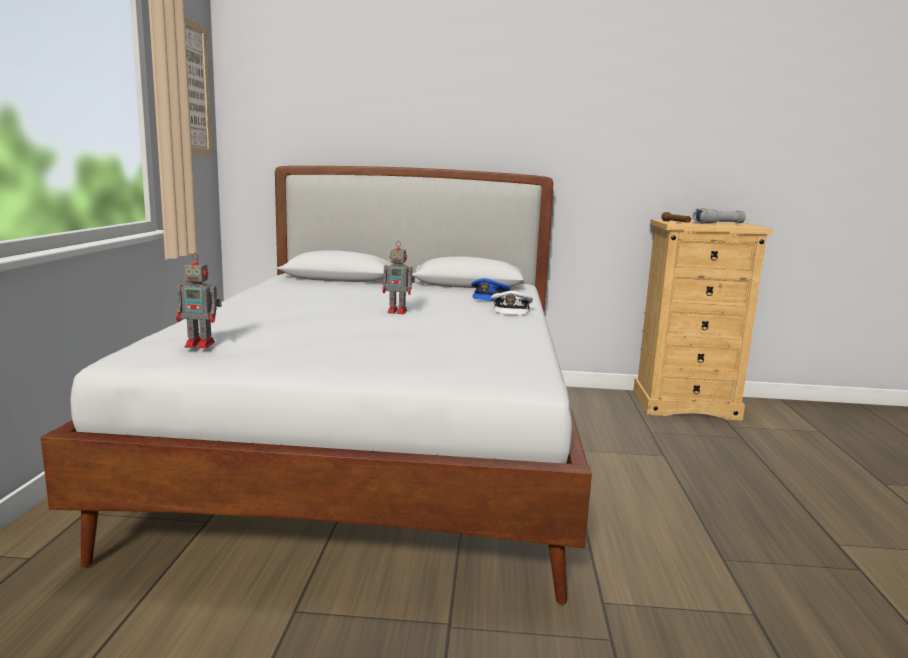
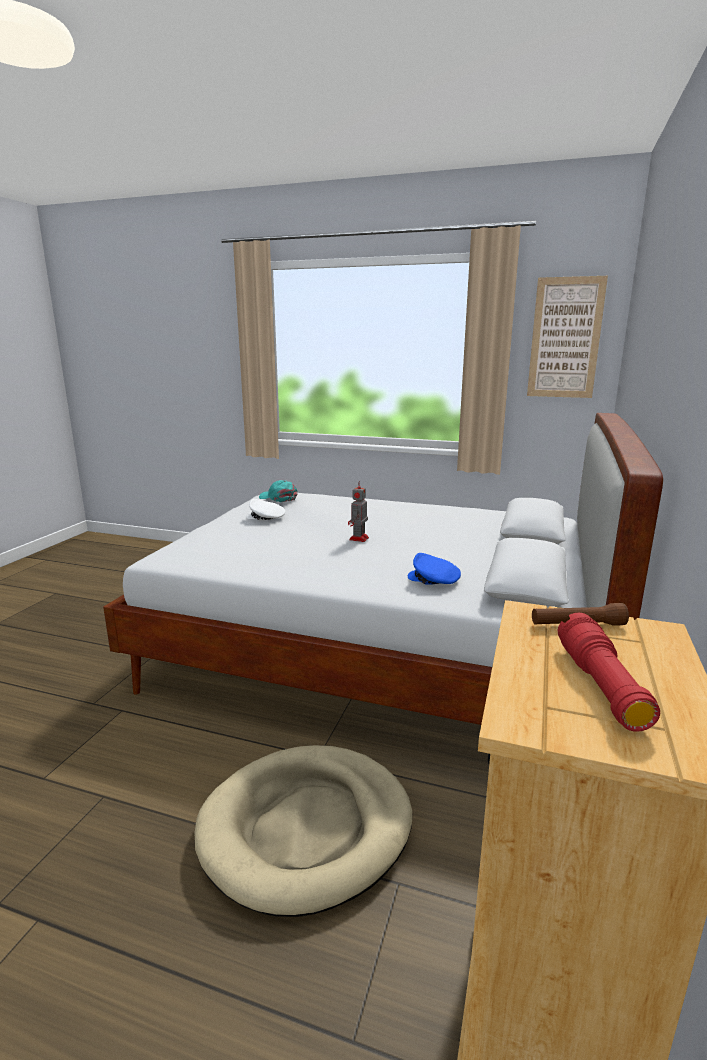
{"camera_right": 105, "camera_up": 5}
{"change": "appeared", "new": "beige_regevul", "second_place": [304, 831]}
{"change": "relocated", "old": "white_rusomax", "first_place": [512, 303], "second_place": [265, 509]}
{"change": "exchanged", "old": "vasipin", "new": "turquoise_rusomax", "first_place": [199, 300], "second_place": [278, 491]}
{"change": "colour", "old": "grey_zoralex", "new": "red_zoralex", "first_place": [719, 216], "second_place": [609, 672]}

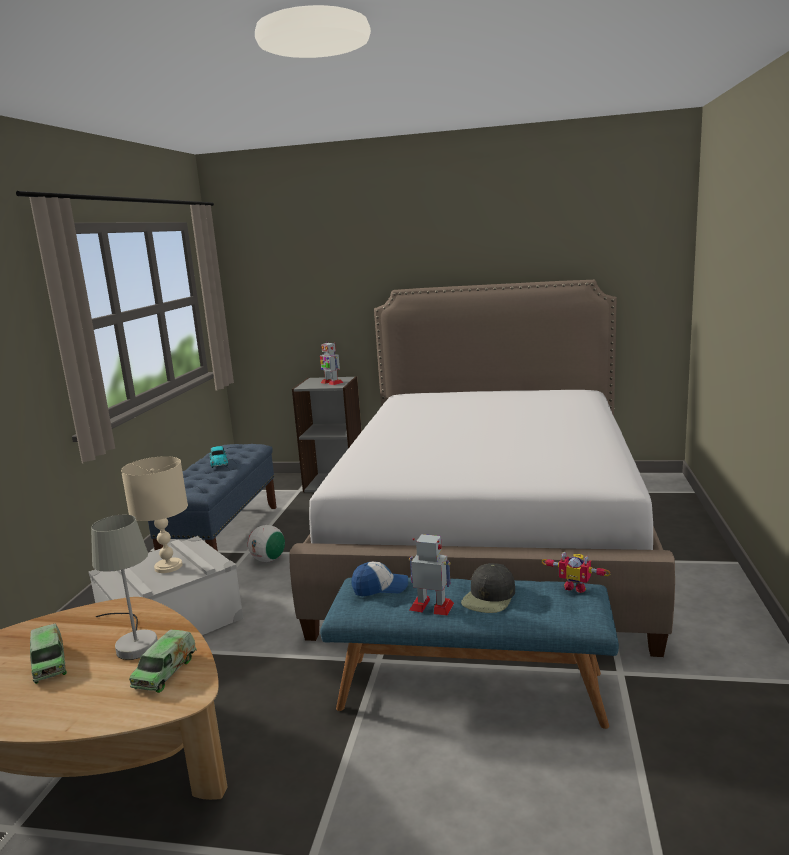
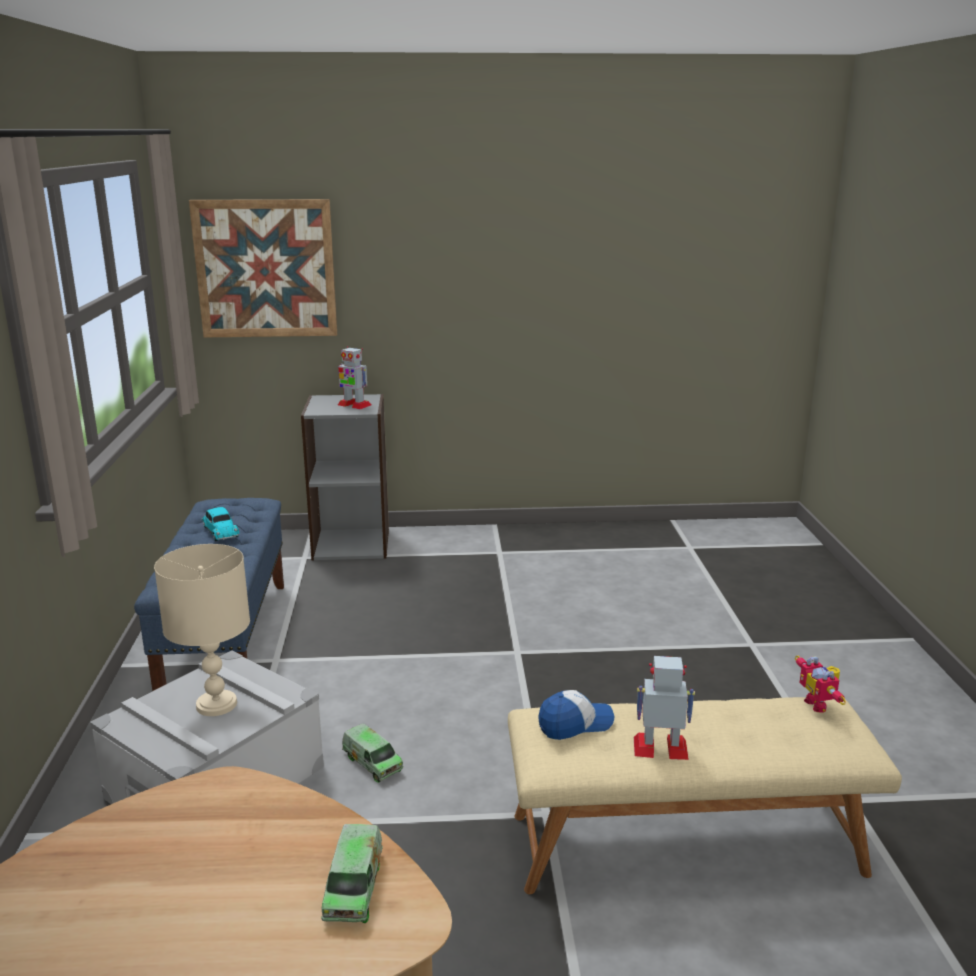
{"camera_right": -15, "camera_up": 5}
{"change": "missing", "old": "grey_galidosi", "first_place": [124, 587]}
{"change": "missing", "old": "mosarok", "first_place": [266, 543]}
{"change": "missing", "old": "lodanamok", "first_place": [482, 468]}
{"change": "missing", "old": "black_rusomax", "first_place": [488, 588]}
{"change": "appeared", "new": "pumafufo", "second_place": [263, 268]}
{"change": "relocated", "old": "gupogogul", "first_place": [48, 654], "second_place": [372, 753]}
{"change": "colour", "old": "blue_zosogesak", "new": "beige_zosogesak", "first_place": [469, 653], "second_place": [705, 795]}
{"change": "spun", "old": "vasipin", "first_place": [576, 572], "second_place": [820, 684], "degrees": 60}

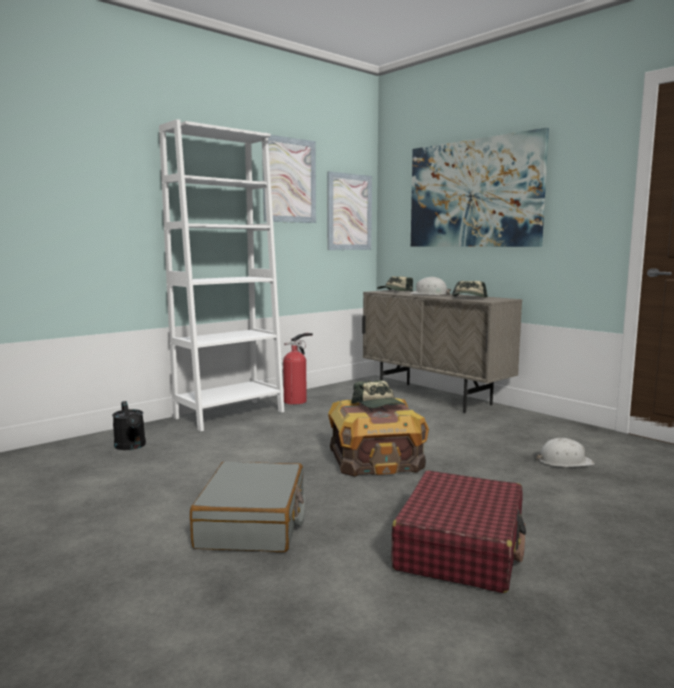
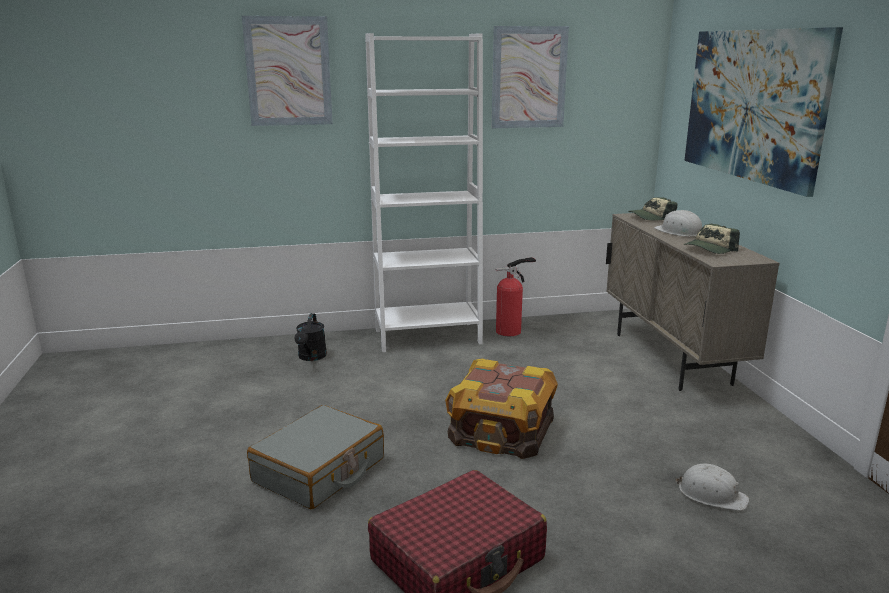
{"camera_right": 30, "camera_up": 10}
{"change": "missing", "old": "rusomax", "first_place": [378, 394]}
{"change": "relocated", "old": "pumafufo", "first_place": [349, 210], "second_place": [287, 71]}

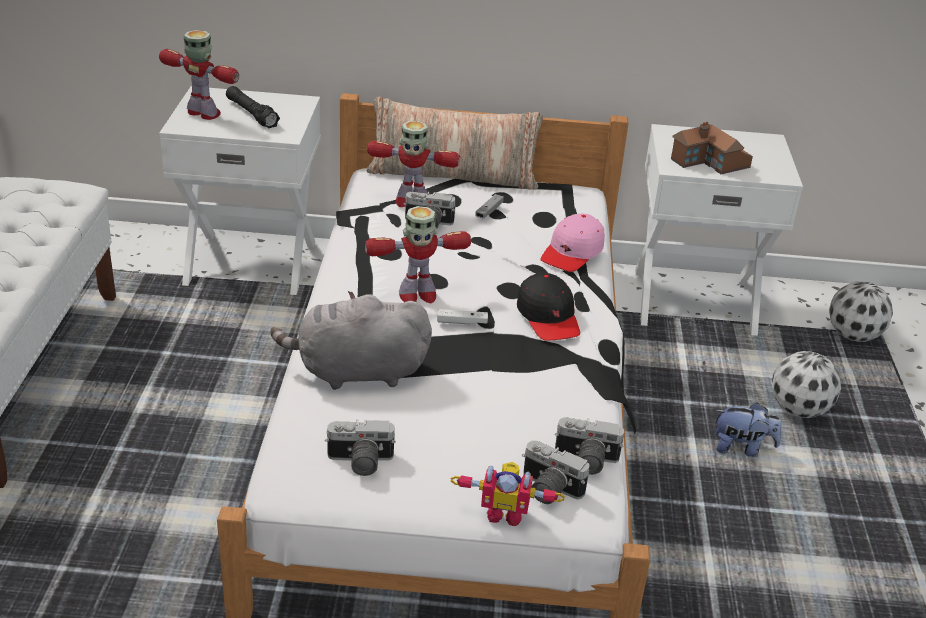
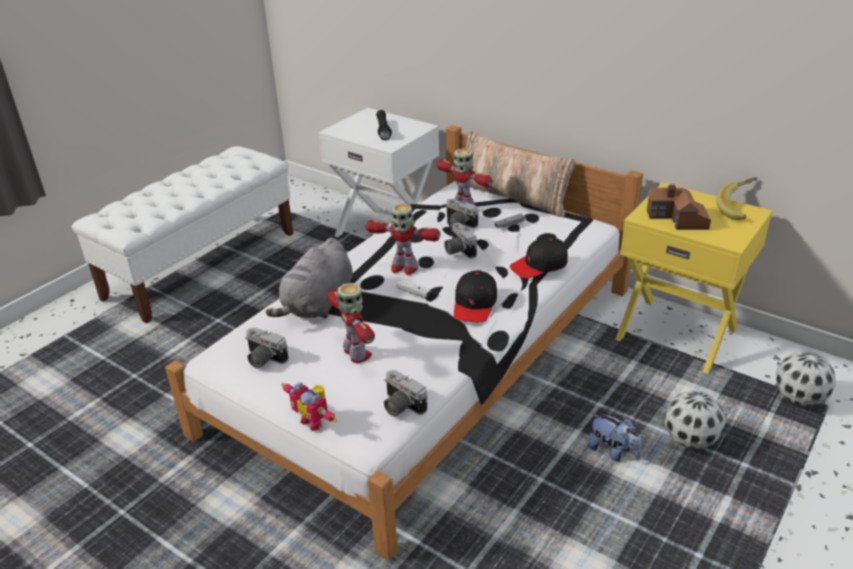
{"camera_right": 35, "camera_up": 0}
{"change": "appeared", "new": "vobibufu", "second_place": [737, 198]}
{"change": "relocated", "old": "vasipin", "first_place": [199, 75], "second_place": [351, 323]}
{"change": "relocated", "old": "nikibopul", "first_place": [555, 472], "second_place": [460, 240]}
{"change": "colour", "old": "pink_rusomax", "new": "black_rusomax", "first_place": [572, 243], "second_place": [539, 258]}
{"change": "colour", "old": "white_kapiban", "new": "yellow_kapiban", "first_place": [719, 230], "second_place": [694, 278]}
{"change": "spun", "old": "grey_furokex", "first_place": [351, 340], "second_place": [309, 278], "degrees": -90}

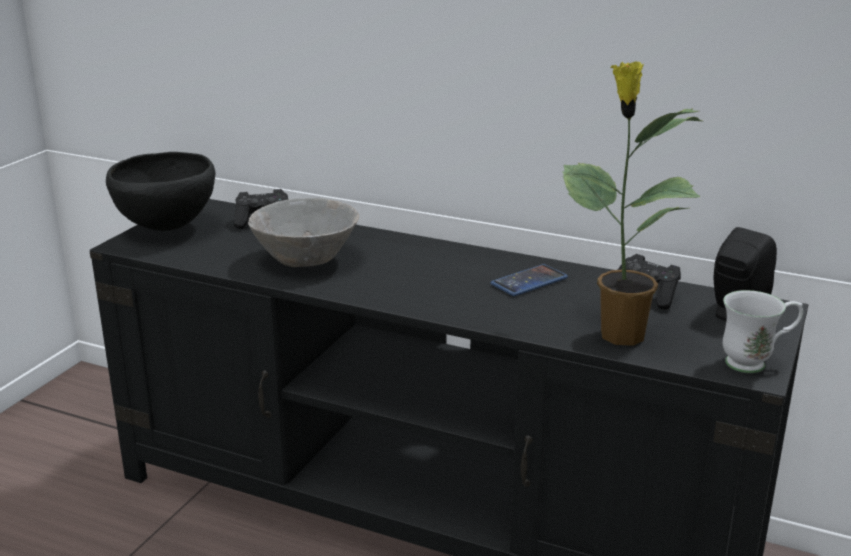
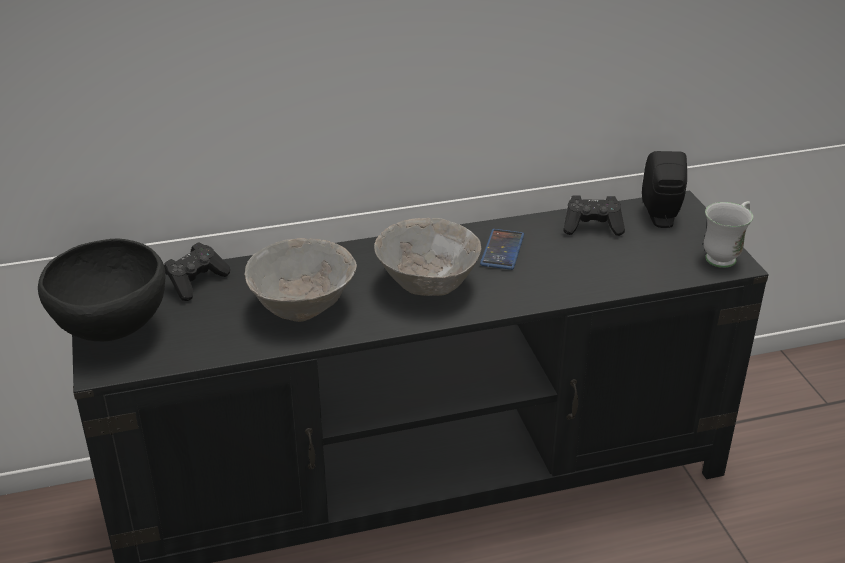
{"camera_right": -40, "camera_up": 10}
{"change": "missing", "old": "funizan", "first_place": [632, 204]}
{"change": "appeared", "new": "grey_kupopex", "second_place": [427, 257]}

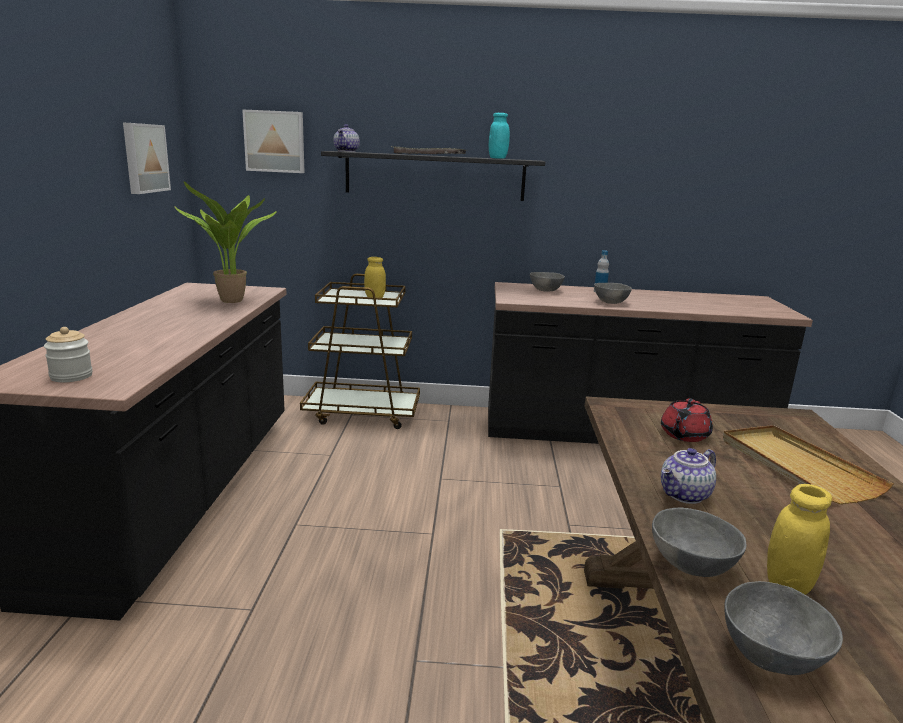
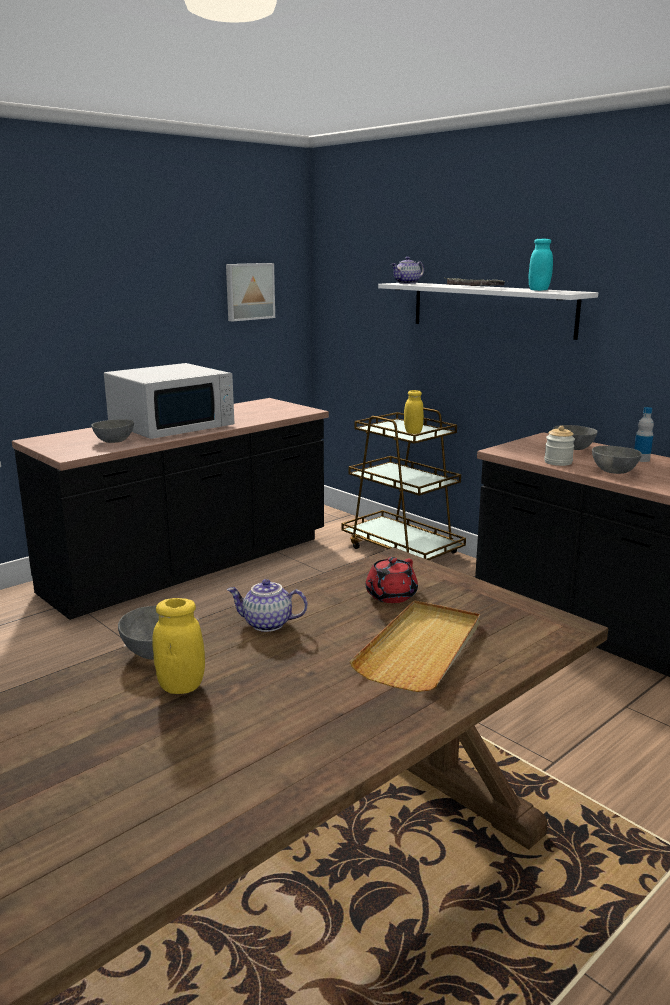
{"camera_right": 45, "camera_up": 0}
{"change": "missing", "old": "funizan", "first_place": [225, 242]}
{"change": "missing", "old": "pumafufo", "first_place": [273, 141]}
{"change": "appeared", "new": "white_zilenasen", "second_place": [169, 401]}
{"change": "relocated", "old": "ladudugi", "first_place": [68, 354], "second_place": [559, 446]}
{"change": "relocated", "old": "grey_kupopex", "first_place": [783, 628], "second_place": [112, 431]}
{"change": "colour", "old": "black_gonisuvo", "new": "white_gonisuvo", "first_place": [433, 176], "second_place": [488, 311]}
{"change": "spun", "old": "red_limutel", "first_place": [687, 420], "second_place": [392, 580], "degrees": -45}

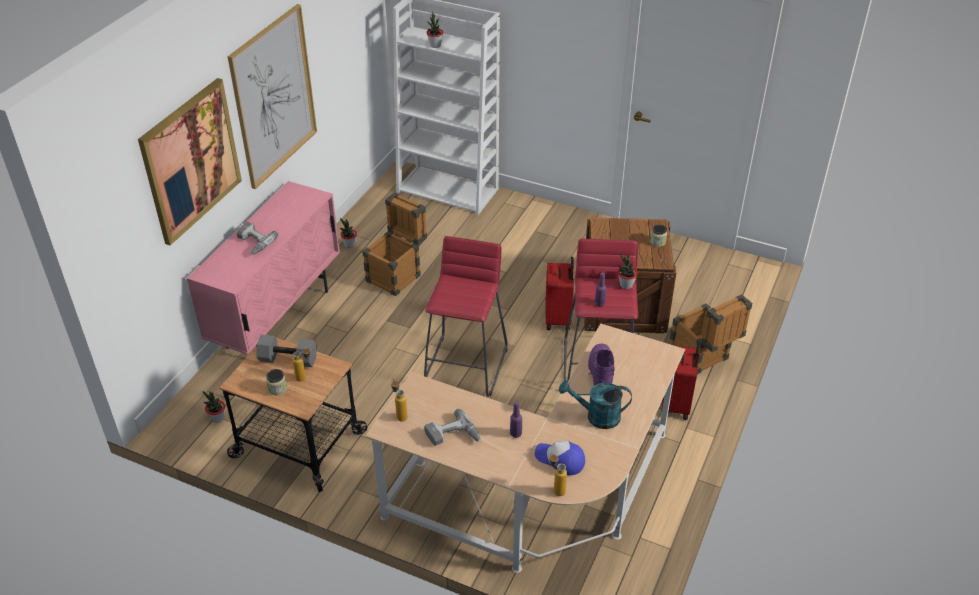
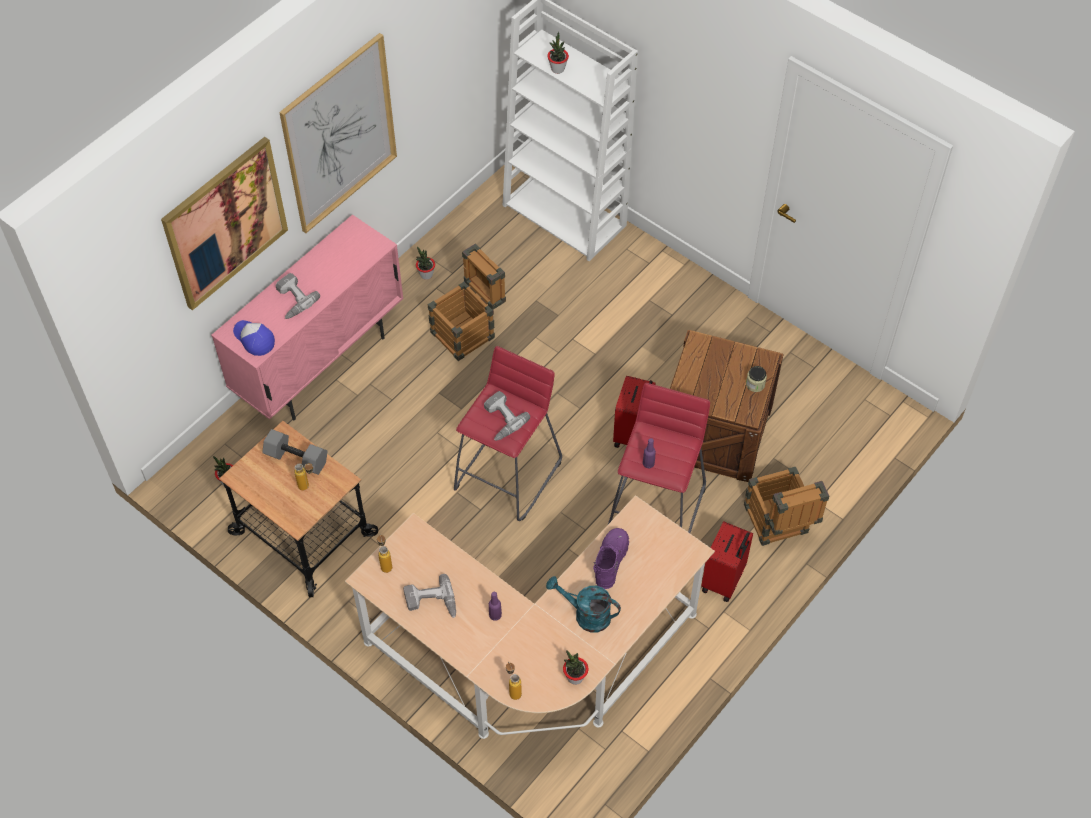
{"camera_right": 15, "camera_up": 15}
{"change": "missing", "old": "ladudugi", "first_place": [276, 382]}
{"change": "appeared", "new": "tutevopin", "second_place": [507, 416]}
{"change": "relocated", "old": "rusomax", "first_place": [560, 458], "second_place": [254, 338]}
{"change": "relocated", "old": "funizan", "first_place": [628, 271], "second_place": [575, 667]}

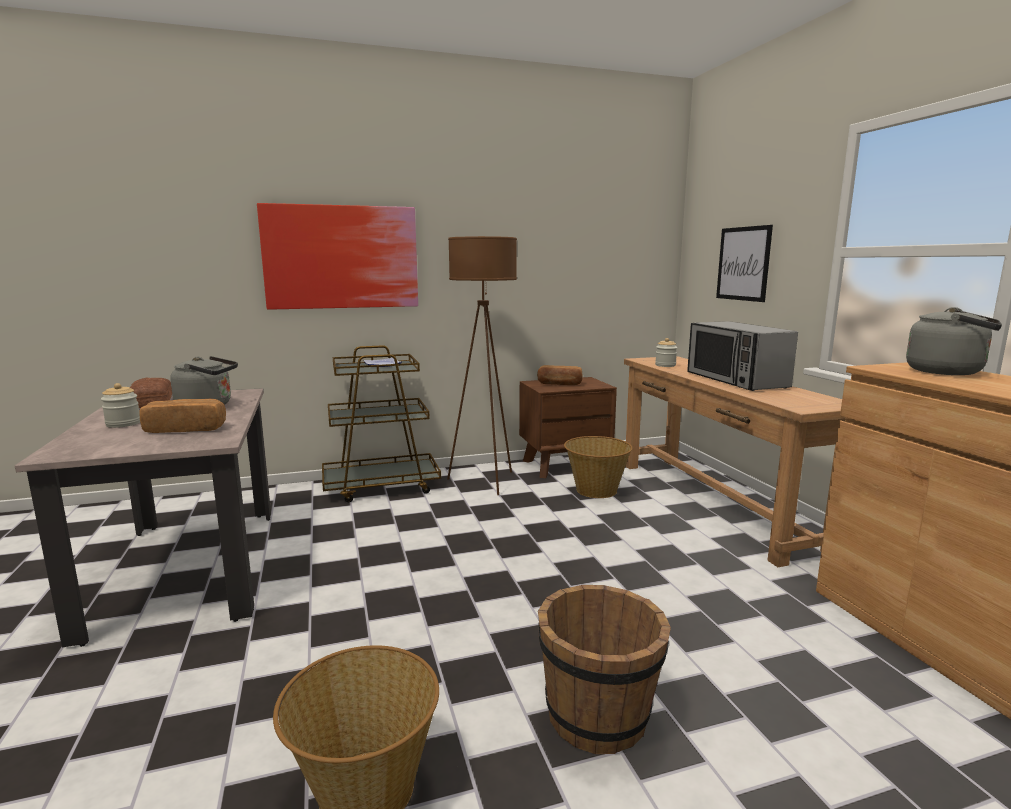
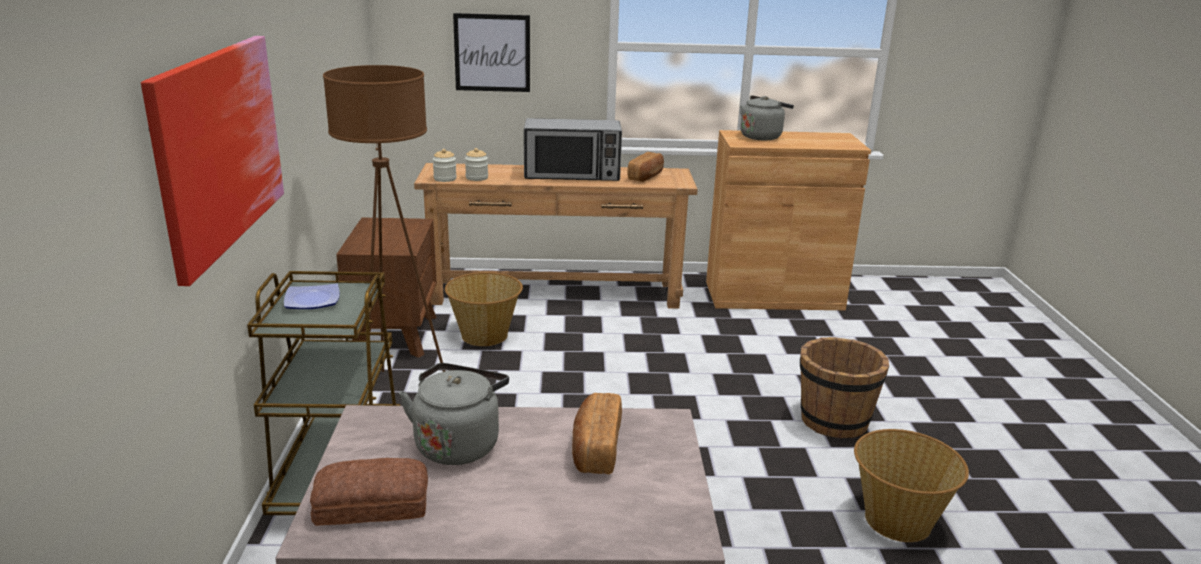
{"camera_right": -75, "camera_up": 10}
{"change": "relocated", "old": "ladudugi", "first_place": [120, 405], "second_place": [445, 165]}
{"change": "relocated", "old": "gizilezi", "first_place": [560, 375], "second_place": [646, 167]}

